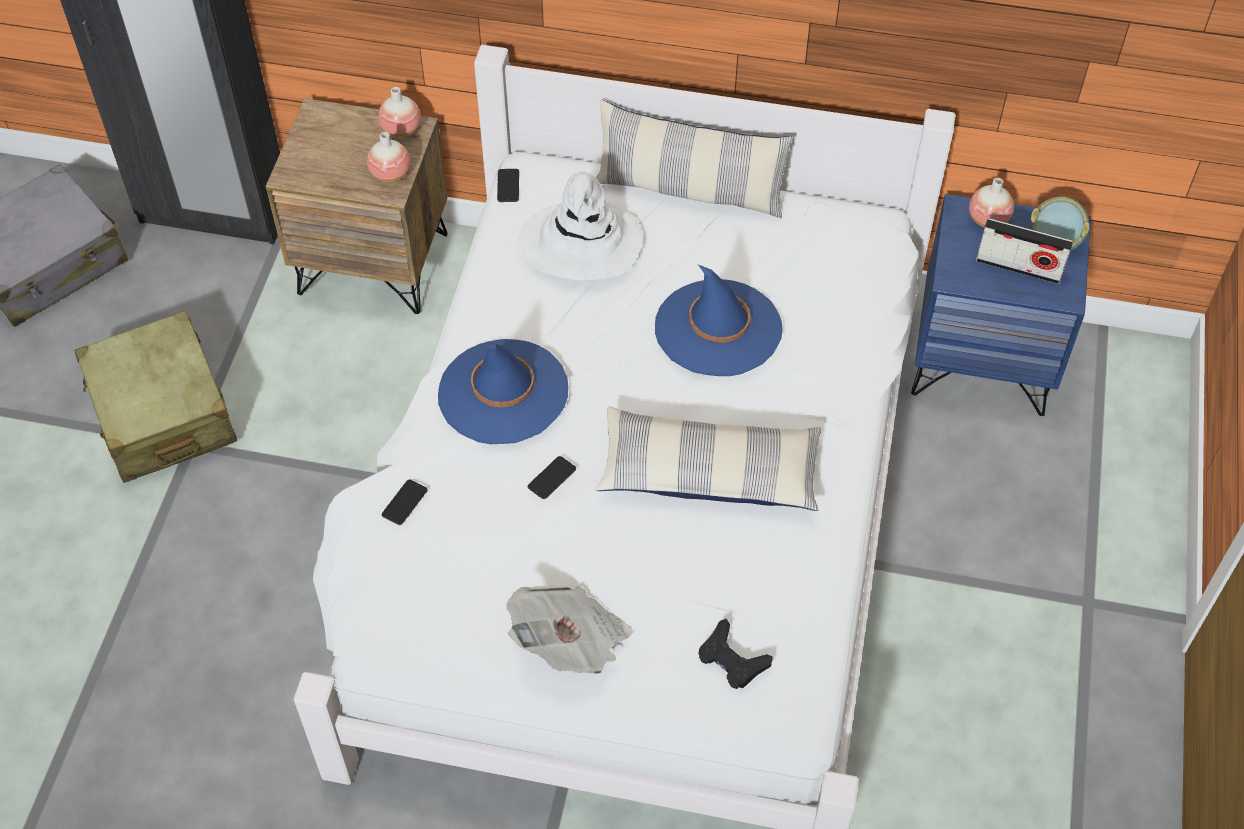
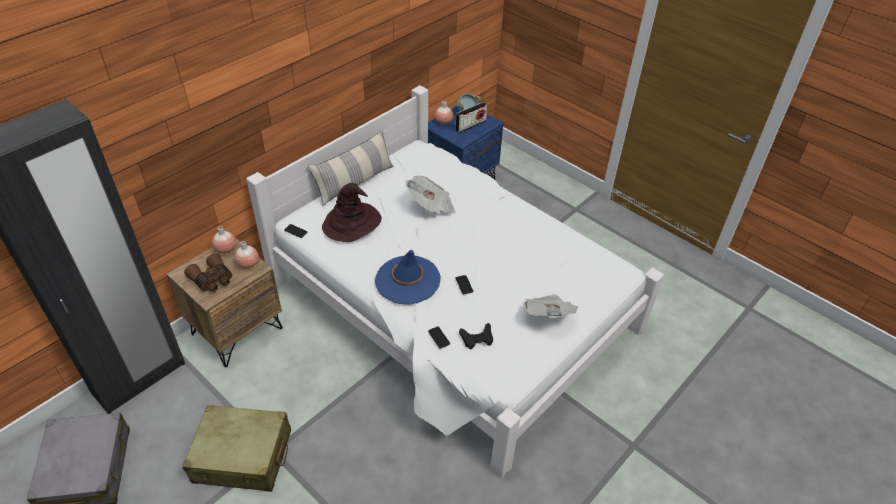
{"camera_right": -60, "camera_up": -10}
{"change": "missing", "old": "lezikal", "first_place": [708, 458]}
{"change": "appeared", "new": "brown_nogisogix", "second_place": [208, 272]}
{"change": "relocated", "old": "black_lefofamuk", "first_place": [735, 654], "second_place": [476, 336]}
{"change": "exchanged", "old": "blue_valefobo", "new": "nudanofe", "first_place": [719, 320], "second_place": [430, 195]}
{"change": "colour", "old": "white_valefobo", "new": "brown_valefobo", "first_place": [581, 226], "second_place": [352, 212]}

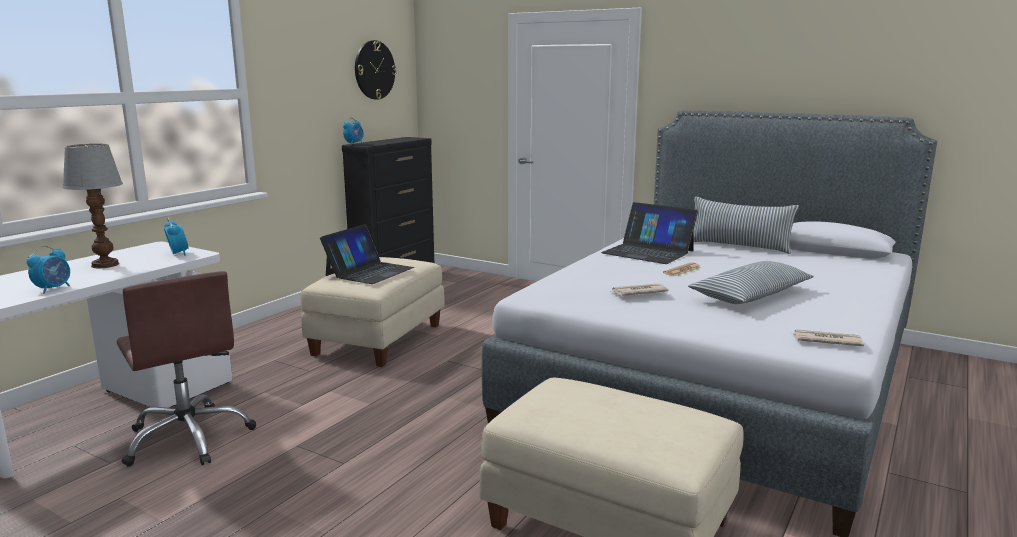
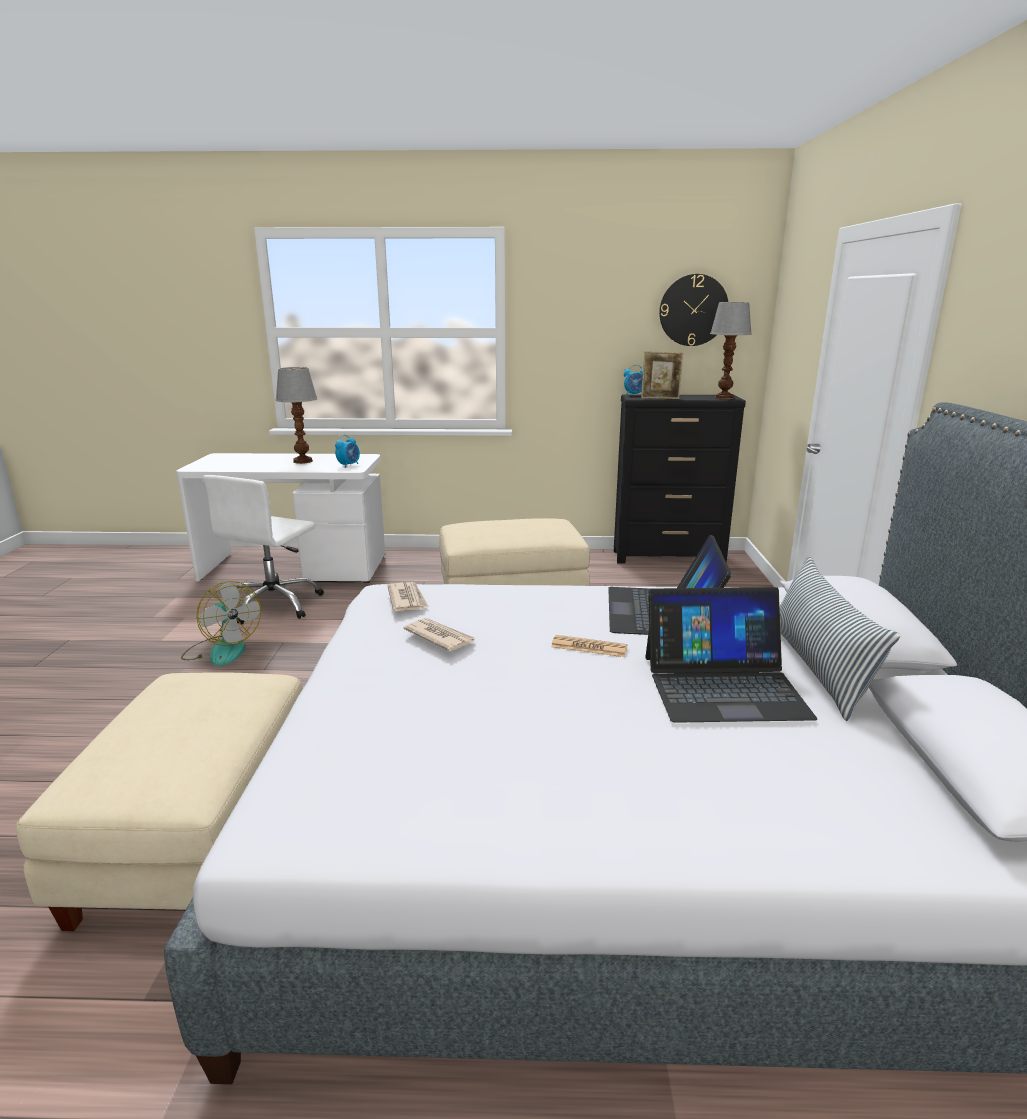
{"camera_right": 60, "camera_up": 5}
{"change": "missing", "old": "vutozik", "first_place": [48, 270]}
{"change": "missing", "old": "lezikal", "first_place": [751, 282]}
{"change": "appeared", "new": "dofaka", "second_place": [221, 623]}
{"change": "appeared", "new": "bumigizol", "second_place": [662, 375]}
{"change": "appeared", "new": "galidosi", "second_place": [731, 350]}
{"change": "relocated", "old": "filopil", "first_place": [367, 254], "second_place": [731, 655]}
{"change": "relocated", "old": "nudanofe", "first_place": [828, 337], "second_place": [408, 596]}
{"change": "colour", "old": "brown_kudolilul", "new": "white_kudolilul", "first_place": [186, 369], "second_place": [263, 549]}

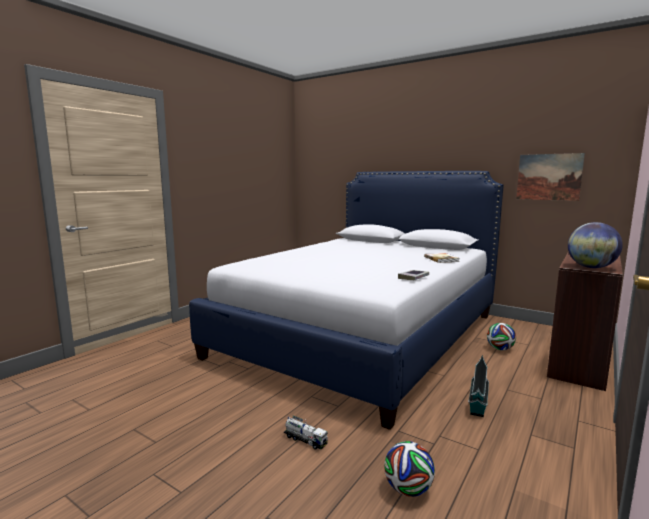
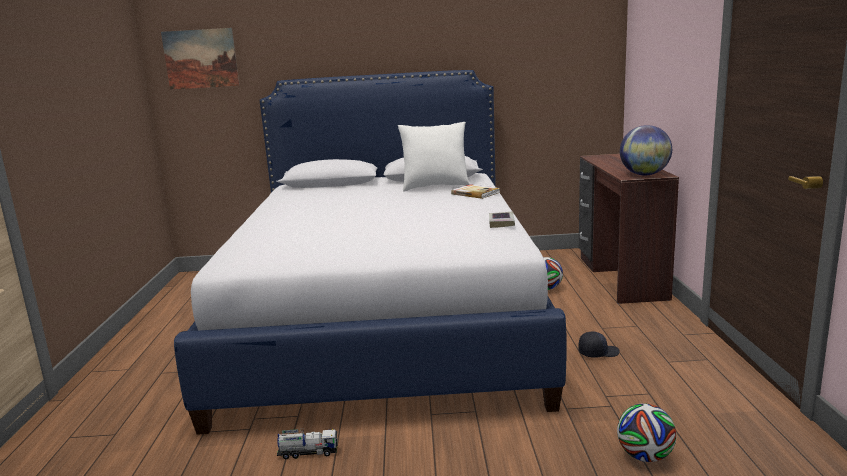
{"camera_right": -35, "camera_up": 5}
{"change": "appeared", "new": "white_lezikal", "second_place": [434, 156]}
{"change": "relocated", "old": "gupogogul", "first_place": [306, 433], "second_place": [307, 443]}
{"change": "relocated", "old": "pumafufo", "first_place": [550, 177], "second_place": [200, 59]}
{"change": "exchanged", "old": "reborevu", "new": "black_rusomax", "first_place": [478, 386], "second_place": [598, 344]}

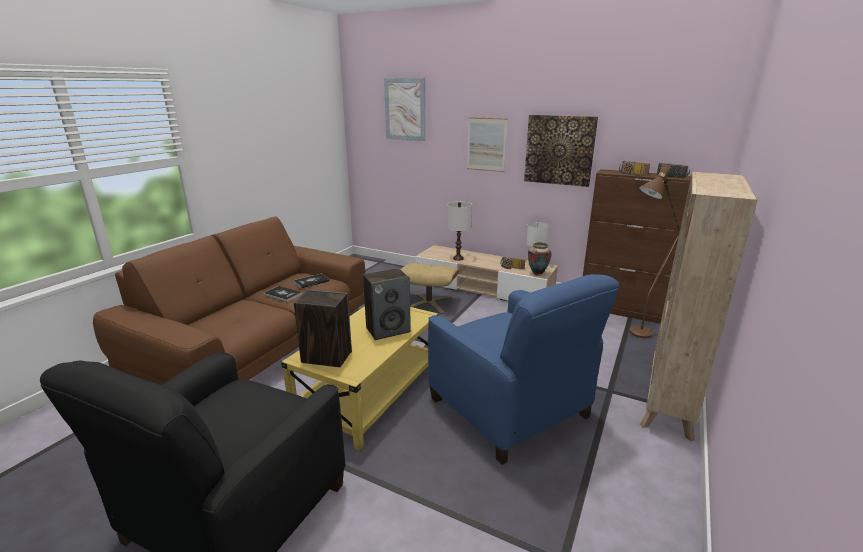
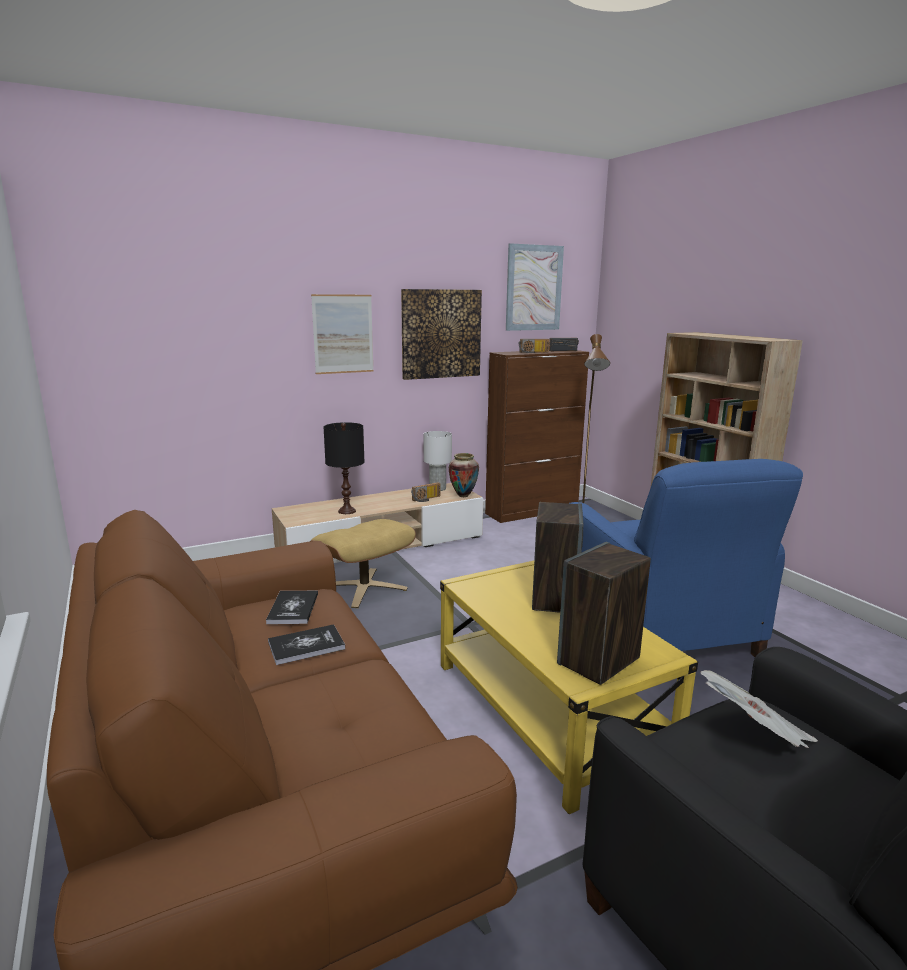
{"camera_right": -55, "camera_up": -5}
{"change": "appeared", "new": "nudanofe", "second_place": [759, 709]}
{"change": "relocated", "old": "pumafufo", "first_place": [405, 109], "second_place": [535, 287]}
{"change": "colour", "old": "white_galidosi", "new": "black_galidosi", "first_place": [459, 231], "second_place": [344, 468]}
{"change": "spun", "old": "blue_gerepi", "first_place": [523, 369], "second_place": [686, 558], "degrees": 75}

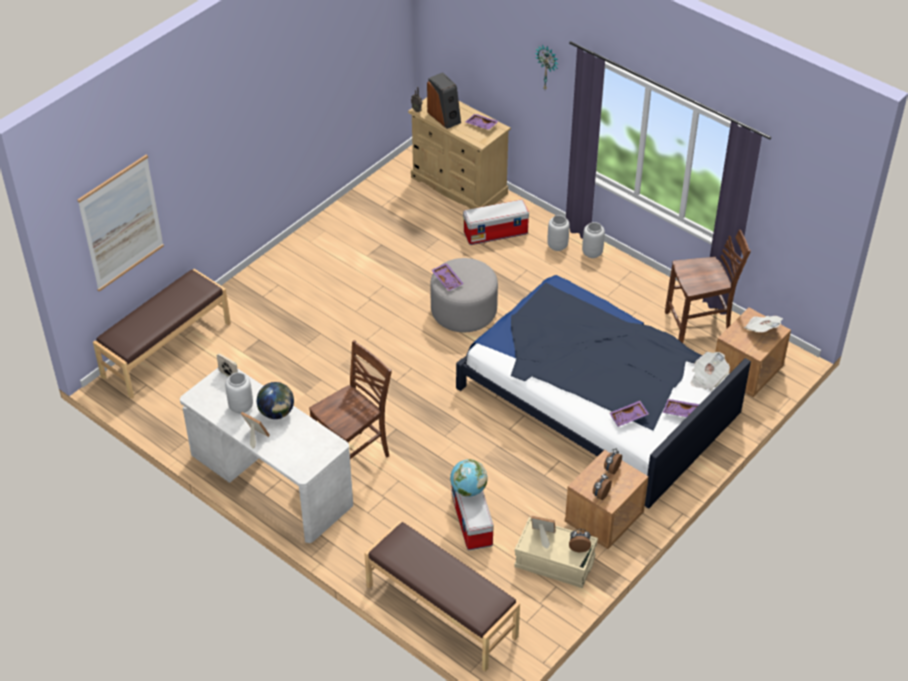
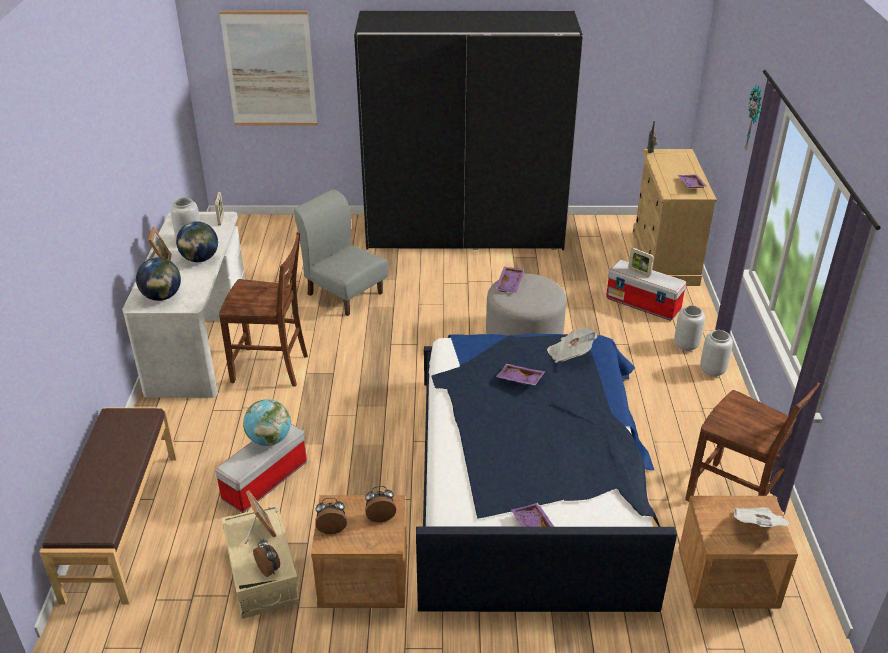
{"camera_right": 50, "camera_up": -10}
{"change": "missing", "old": "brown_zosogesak", "first_place": [162, 334]}
{"change": "missing", "old": "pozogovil", "first_place": [444, 100]}
{"change": "appeared", "new": "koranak", "second_place": [158, 279]}
{"change": "appeared", "new": "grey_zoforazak", "second_place": [341, 252]}
{"change": "appeared", "new": "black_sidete", "second_place": [468, 130]}
{"change": "appeared", "new": "bumigizol", "second_place": [641, 262]}
{"change": "relocated", "old": "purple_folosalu", "first_place": [629, 414], "second_place": [520, 374]}
{"change": "relocated", "old": "nudanofe", "first_place": [710, 371], "second_place": [572, 345]}

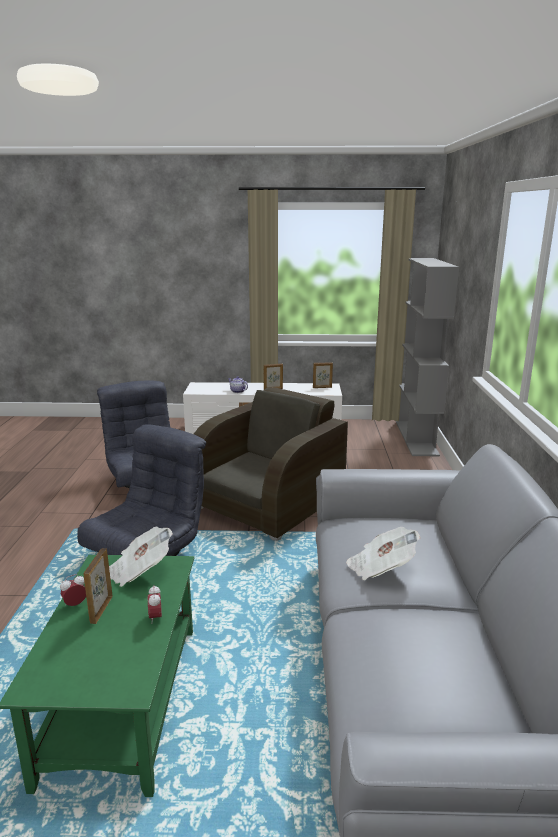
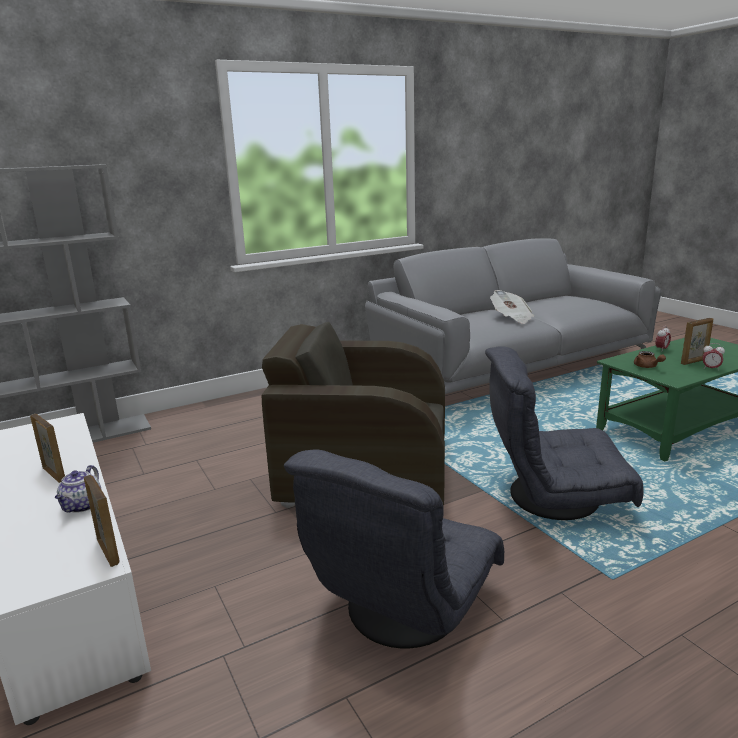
{"camera_right": -120, "camera_up": 0}
{"change": "relocated", "old": "bumigizol", "first_place": [323, 375], "second_place": [101, 521]}
{"change": "exchanged", "old": "nudanofe", "new": "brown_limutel", "first_place": [141, 556], "second_place": [650, 359]}

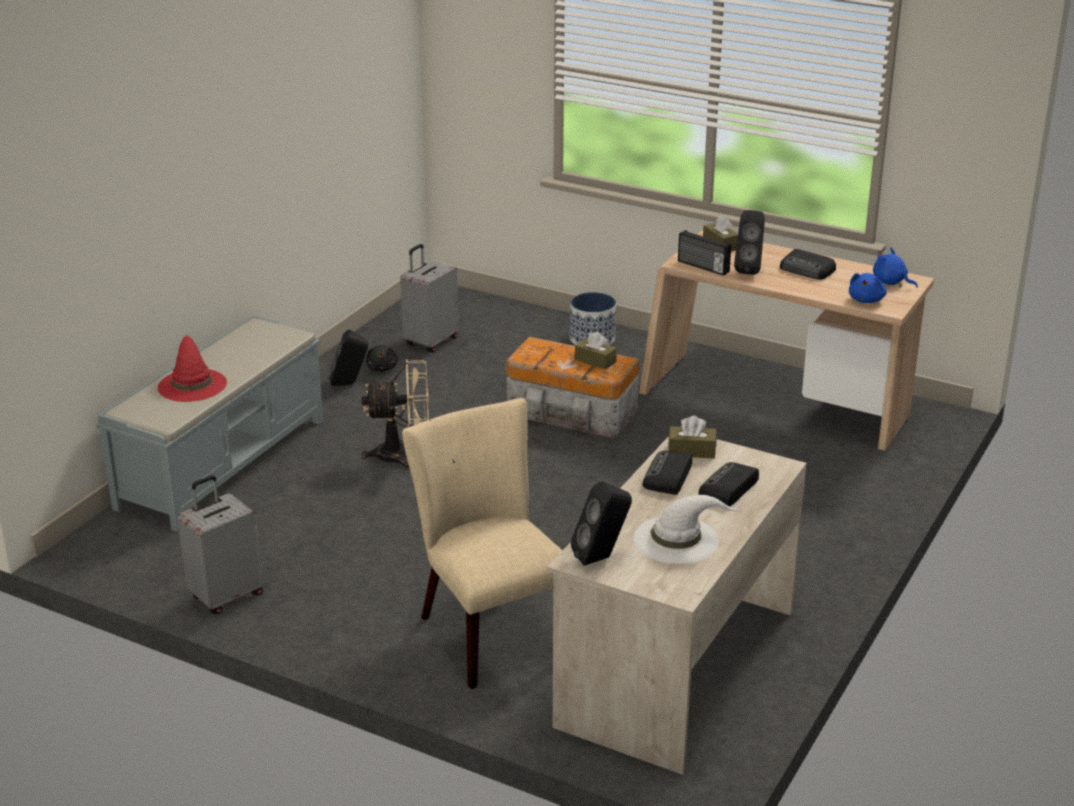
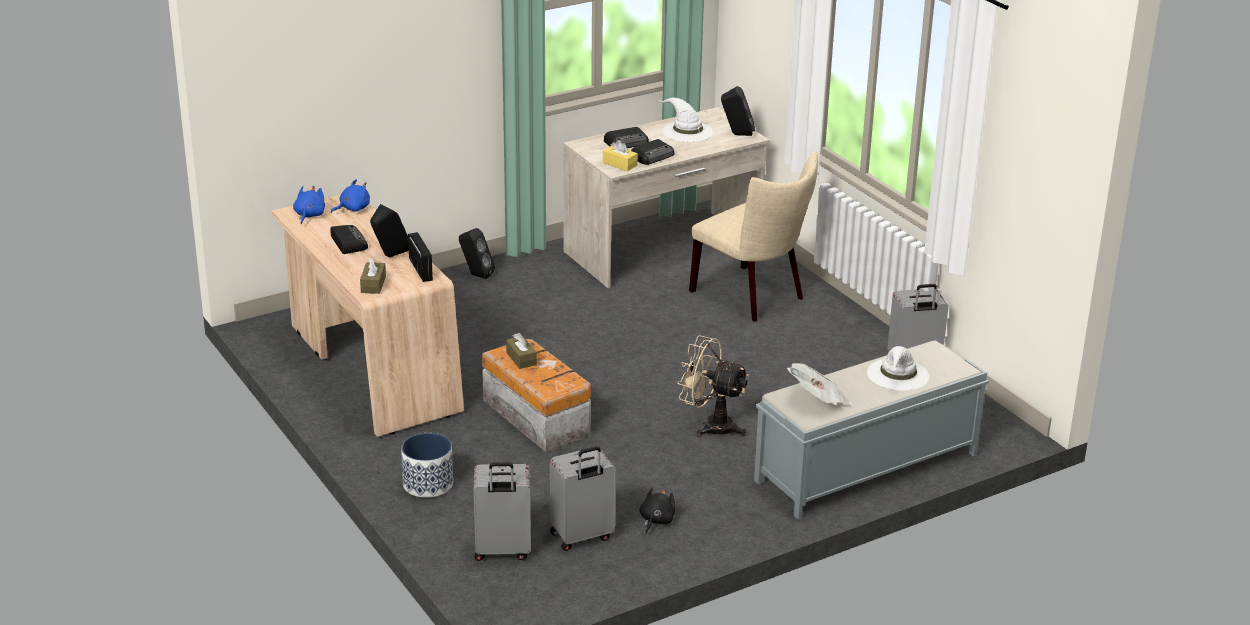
{"camera_right": -150, "camera_up": 0}
{"change": "appeared", "new": "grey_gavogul", "second_place": [502, 511]}
{"change": "appeared", "new": "nudanofe", "second_place": [820, 384]}
{"change": "relocated", "old": "black_pozogovil", "first_place": [348, 357], "second_place": [477, 253]}
{"change": "colour", "old": "red_valefobo", "new": "white_valefobo", "first_place": [192, 368], "second_place": [898, 368]}
{"change": "colour", "old": "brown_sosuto", "new": "yellow_sosuto", "first_place": [692, 437], "second_place": [620, 155]}
{"change": "spun", "old": "beige_zoforazak", "first_place": [482, 543], "second_place": [753, 236], "degrees": -45}
{"change": "spun", "old": "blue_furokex", "first_place": [895, 267], "second_place": [309, 205], "degrees": -150}

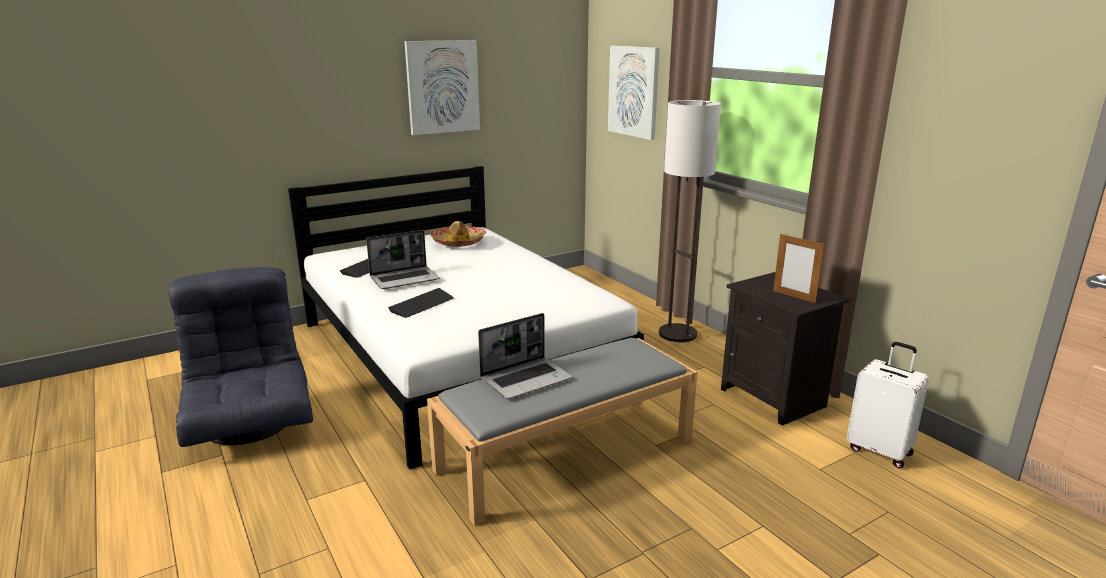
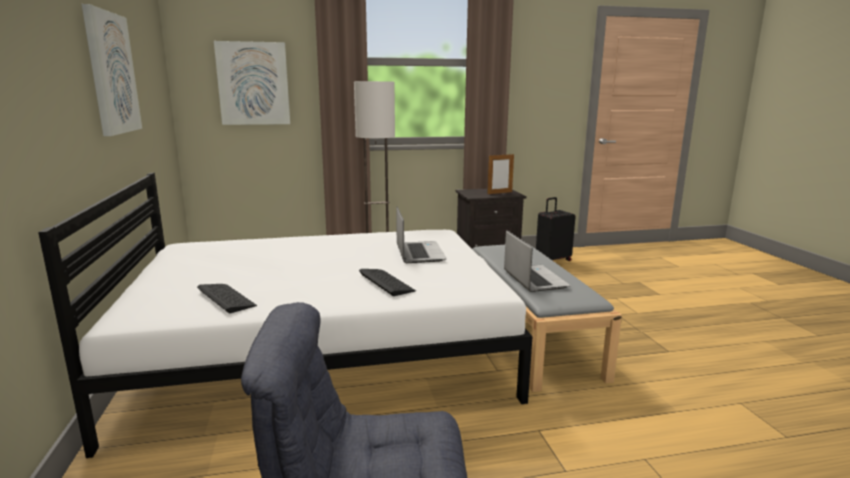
{"camera_right": -70, "camera_up": -5}
{"change": "missing", "old": "valefobo", "first_place": [458, 234]}
{"change": "relocated", "old": "filopil", "first_place": [403, 259], "second_place": [421, 234]}
{"change": "colour", "old": "white_gavogul", "new": "black_gavogul", "first_place": [888, 405], "second_place": [556, 229]}

